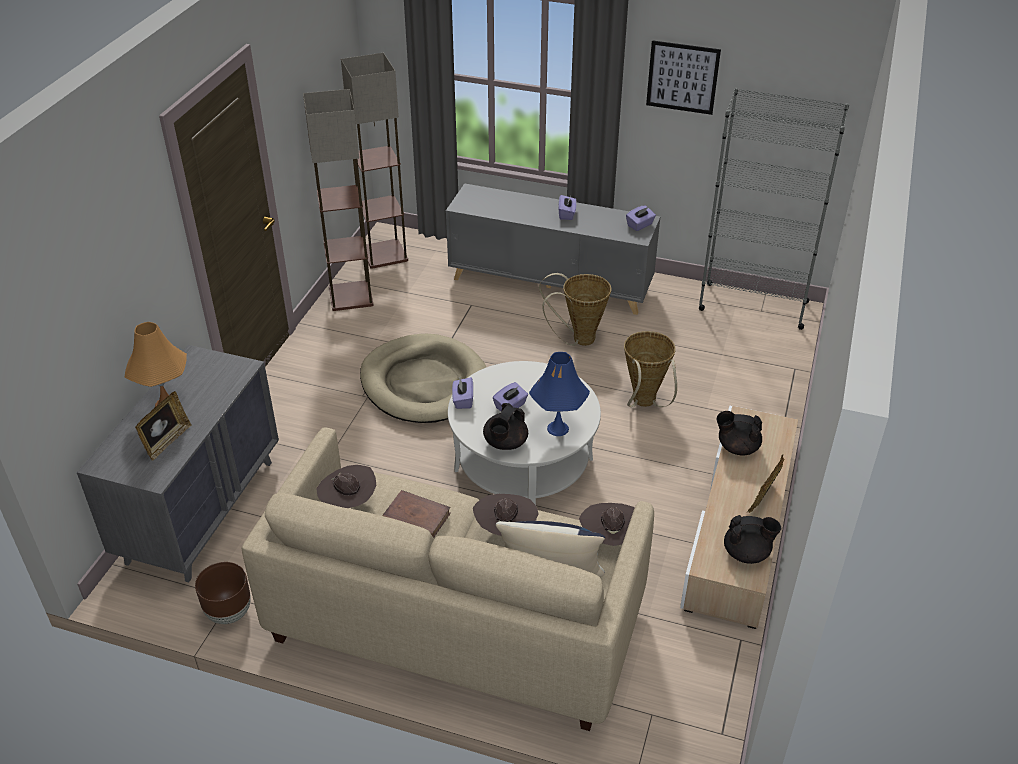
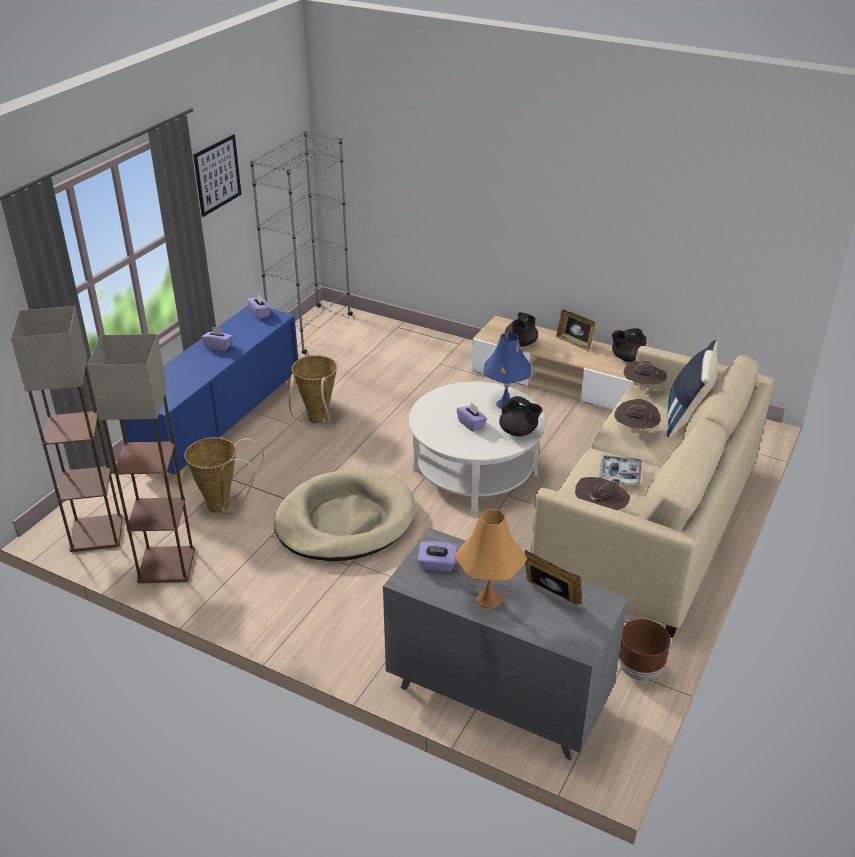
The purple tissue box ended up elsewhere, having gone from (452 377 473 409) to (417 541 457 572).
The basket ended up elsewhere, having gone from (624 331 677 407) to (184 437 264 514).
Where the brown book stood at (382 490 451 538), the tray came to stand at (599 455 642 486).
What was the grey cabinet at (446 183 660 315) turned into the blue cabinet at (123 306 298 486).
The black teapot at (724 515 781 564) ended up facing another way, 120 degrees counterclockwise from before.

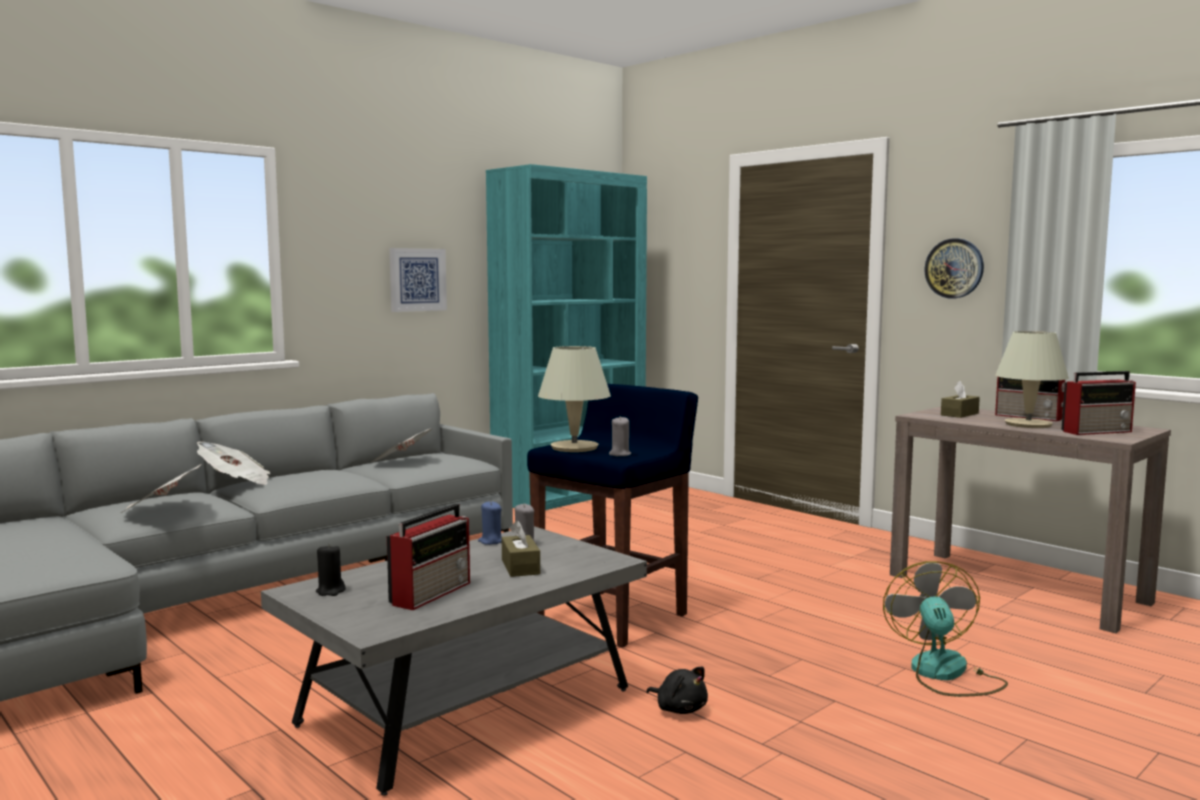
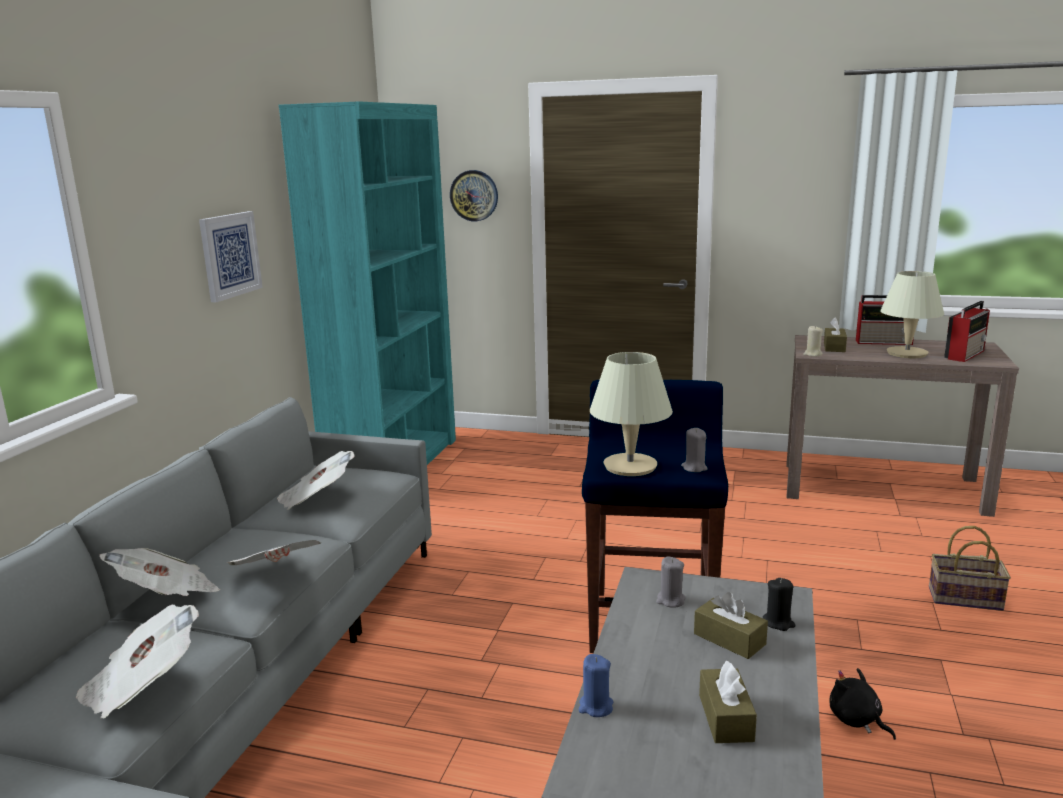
The second view gained the newspaper at (226 540 321 565).
The second view gained the beige candle at (803 325 823 357).
The black candle ended up elsewhere, having gone from (316 543 346 596) to (763 578 795 631).
The blue candle ended up elsewhere, having gone from (478 501 502 545) to (579 654 613 717).
The wall clock ended up elsewhere, having gone from (924 238 984 298) to (450 170 498 221).
Where the radio stood at (387 504 470 610), the brown tissue box came to stand at (699 661 757 743).
Where the fan stood at (883 561 1008 697), the basket came to stand at (929 526 1011 611).
The black plush toy at (646 667 708 714) ended up facing another way, 135 degrees counterclockwise from before.

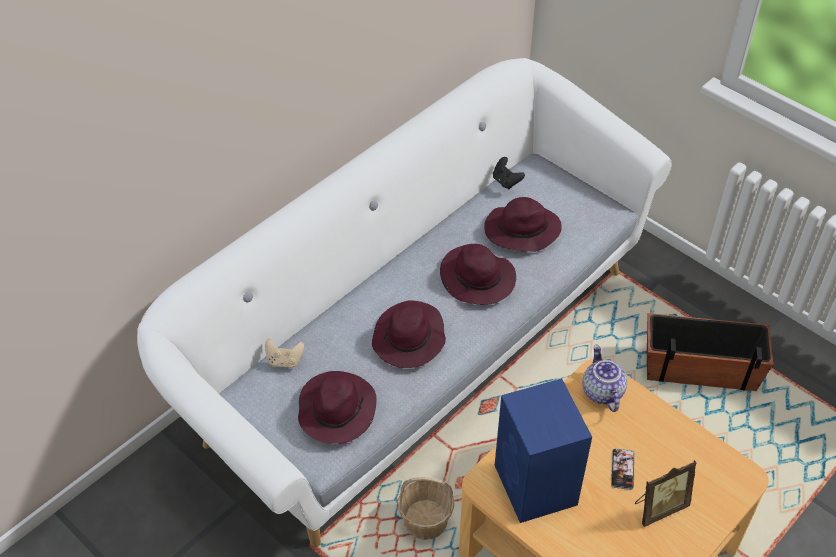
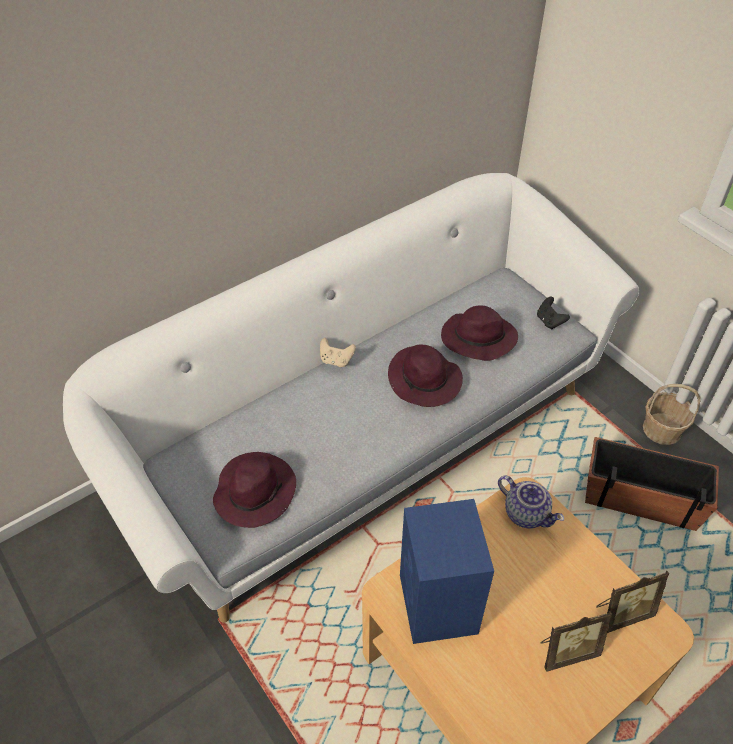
The second view lost the purple hat at (372 301 446 368).
The second view lost the phone at (611 449 635 490).
The second view gained the picture frame at (596 570 669 633).
The beige game controller ended up elsewhere, having gone from (265 339 304 369) to (320 338 356 367).
The basket ended up elsewhere, having gone from (397 477 454 540) to (643 384 701 445).
The black game controller ended up elsewhere, having gone from (493 157 525 189) to (537 297 570 330).
The teapot at (583 345 627 412) ended up facing another way, 135 degrees clockwise from before.

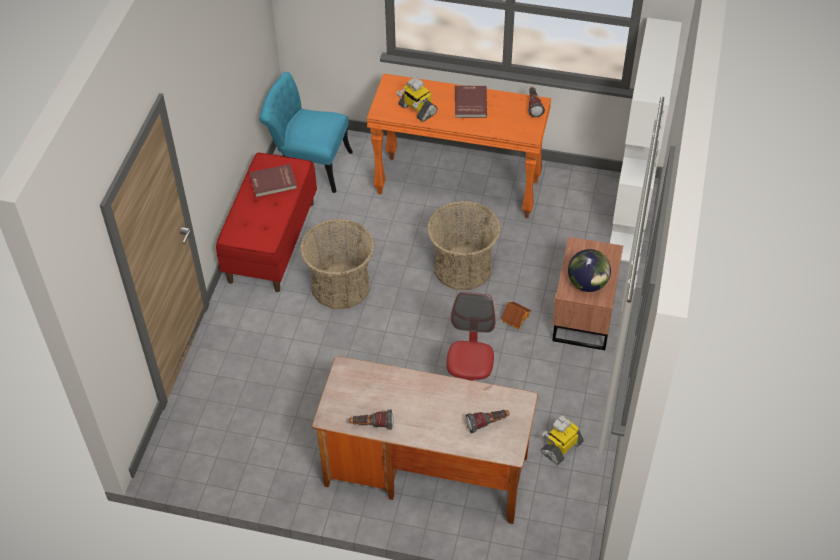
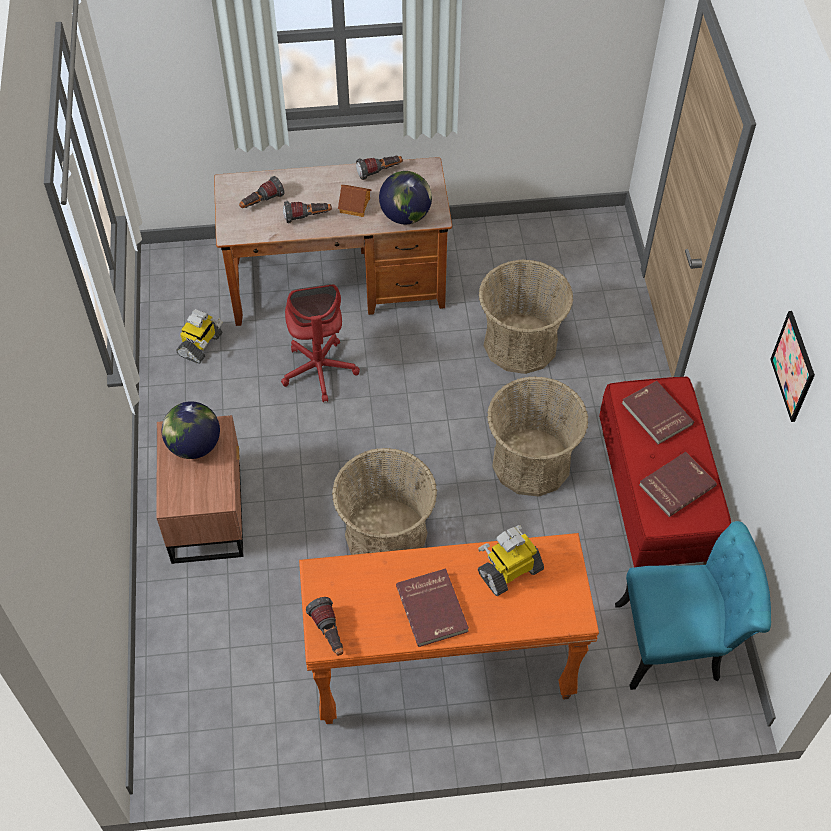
The second view lost the white bookcase at (610 18 682 262).
The second view gained the flashlight at (283 201 332 223).
The second view gained the globe at (379 171 432 224).
The second view gained the basket at (479 259 573 374).
The second view gained the red book at (622 381 694 445).
The second view gained the picture at (770 311 815 422).
The toy house ended up elsewhere, having gone from (501 302 531 329) to (338 185 372 217).
The toy robot at (396 77 438 122) ended up facing another way, 60 degrees counterclockwise from before.

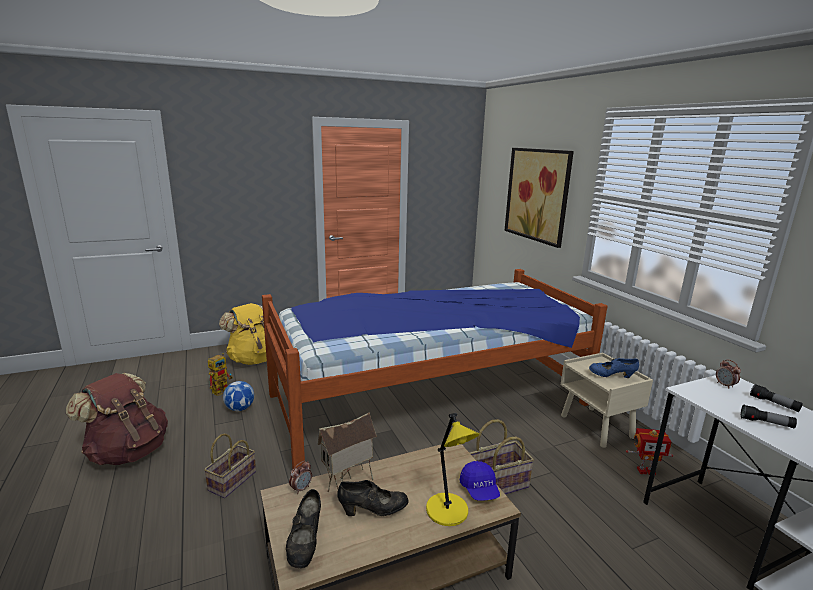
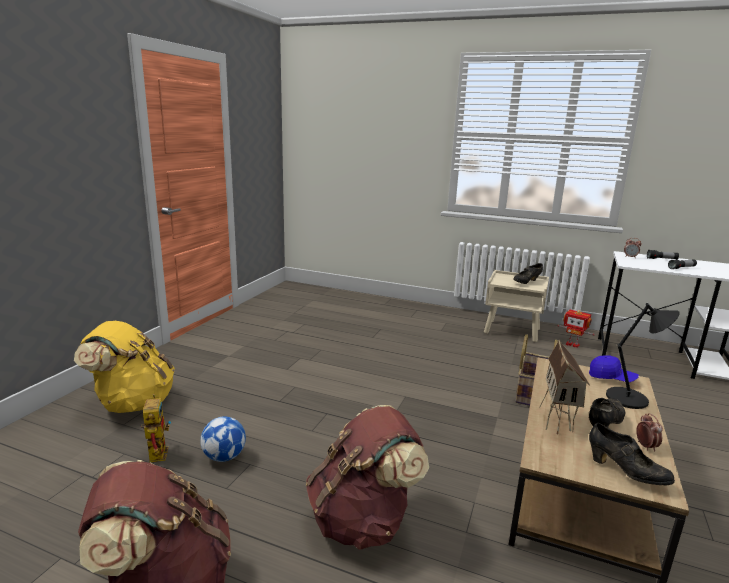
The second view lost the bed at (262 269 607 469).
The second view lost the picture at (504 148 574 248).
The alarm clock ended up elsewhere, having gone from (289 461 312 494) to (636 413 663 451).
Where the basket stood at (204 434 256 498), the brown backpack came to stand at (306 405 429 550).
What was the yellow table lamp at (426 413 479 526) turned into the black table lamp at (606 303 680 409).
What was the blue shoe at (589 358 639 378) turned into the black shoe at (513 263 543 284).
The toy robot at (626 428 673 475) ended up facing another way, 75 degrees clockwise from before.

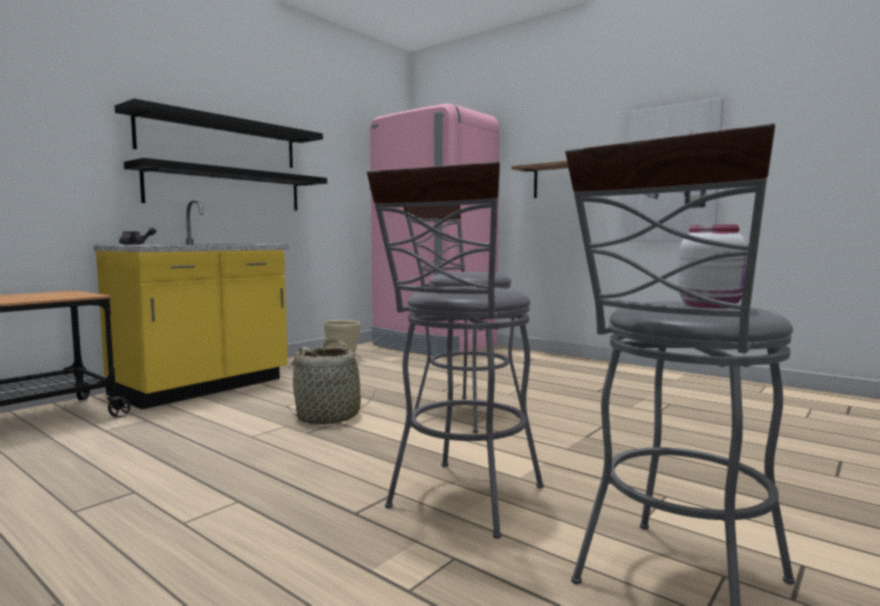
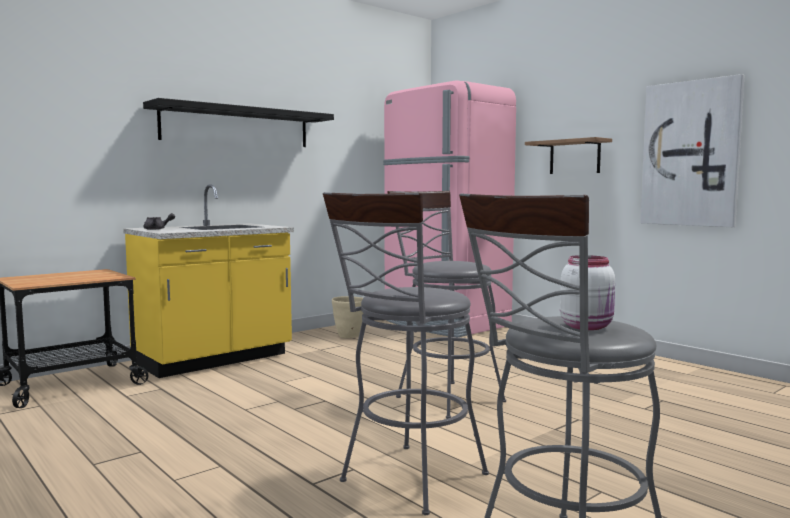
The second view lost the black shelf at (124 158 327 211).
The second view lost the basket at (287 339 375 424).

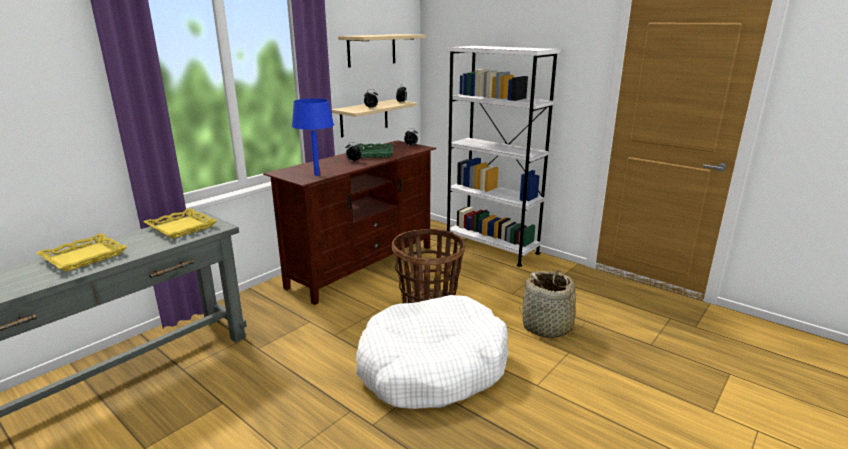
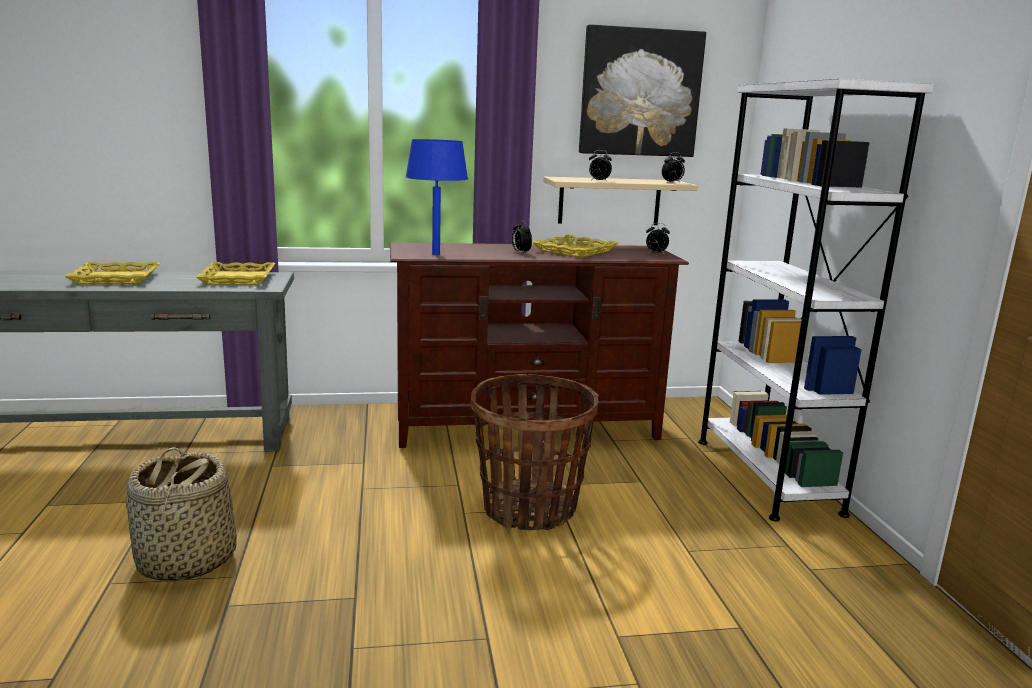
The second view lost the white dog bed at (356 295 508 409).
The basket ended up elsewhere, having gone from (519 270 585 338) to (126 447 237 581).
Where the beige shelf hung at (338 34 426 67), the picture came to hang at (579 24 706 157).
What was the green tray at (357 143 393 158) turned into the yellow tray at (532 235 618 258).

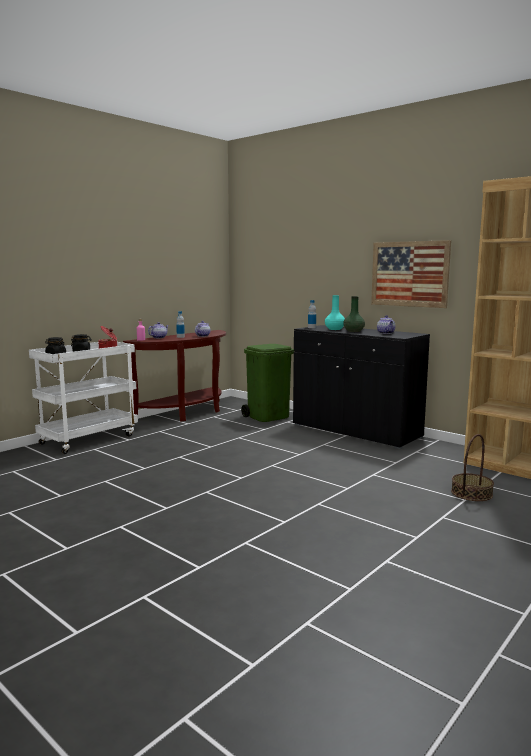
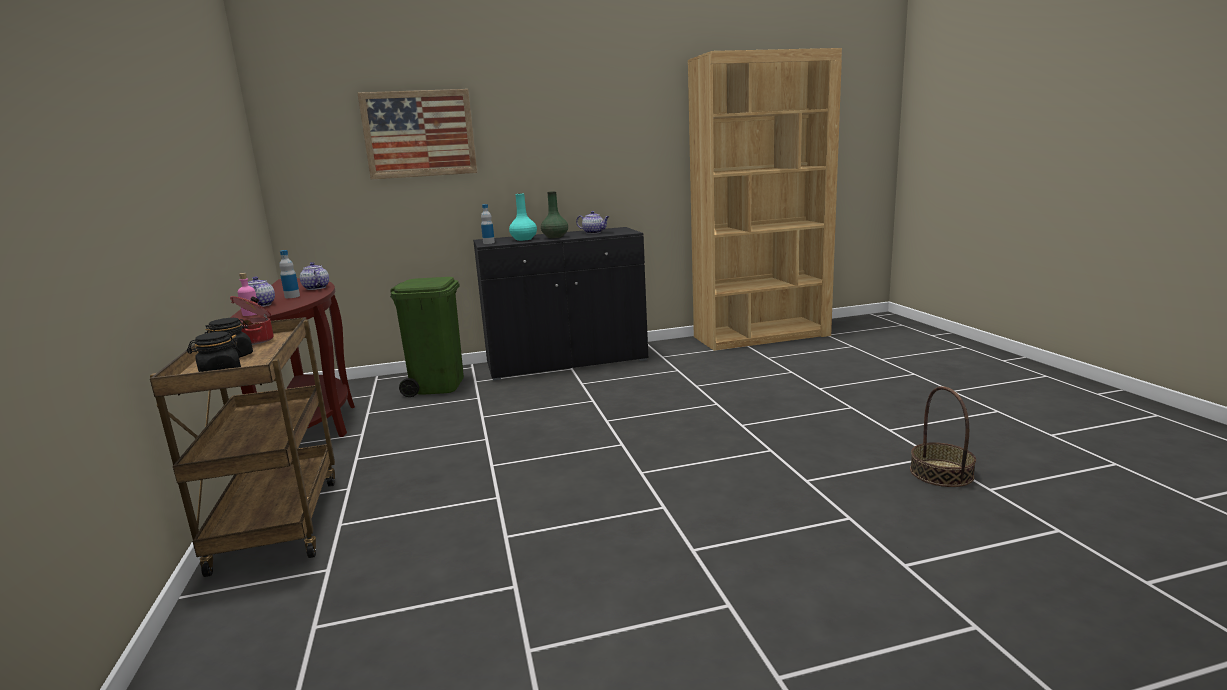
The picture ended up elsewhere, having gone from (371 240 451 308) to (358 89 477 180).
The basket ended up elsewhere, having gone from (451 434 494 501) to (910 386 976 487).
What was the white cart at (29 342 138 454) turned into the brown cart at (150 317 335 577).

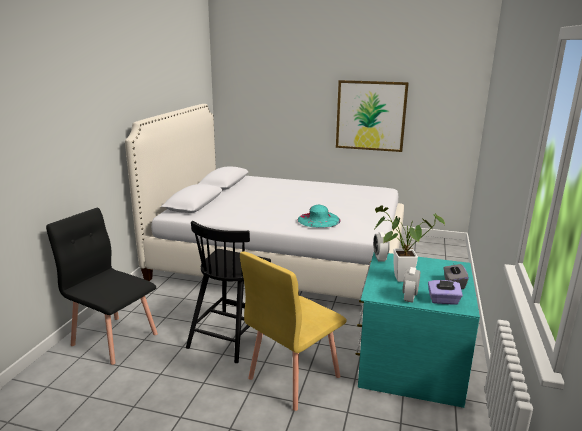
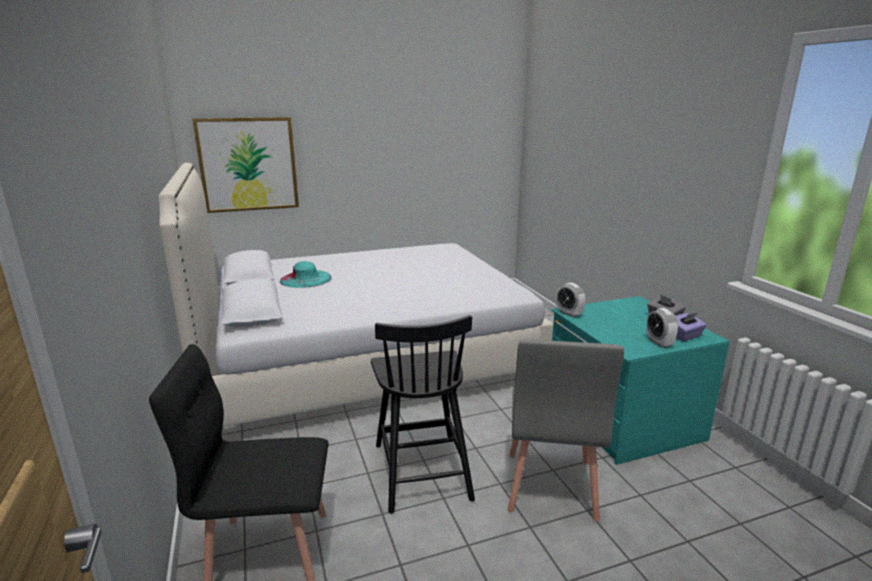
The second view lost the potted plant at (375 205 445 282).
The turquoise hat ended up elsewhere, having gone from (298 205 341 228) to (280 261 331 288).
The picture ended up elsewhere, having gone from (336 80 409 152) to (193 117 299 213).
What was the yellow chair at (240 251 347 411) turned into the grey chair at (508 339 624 521).

